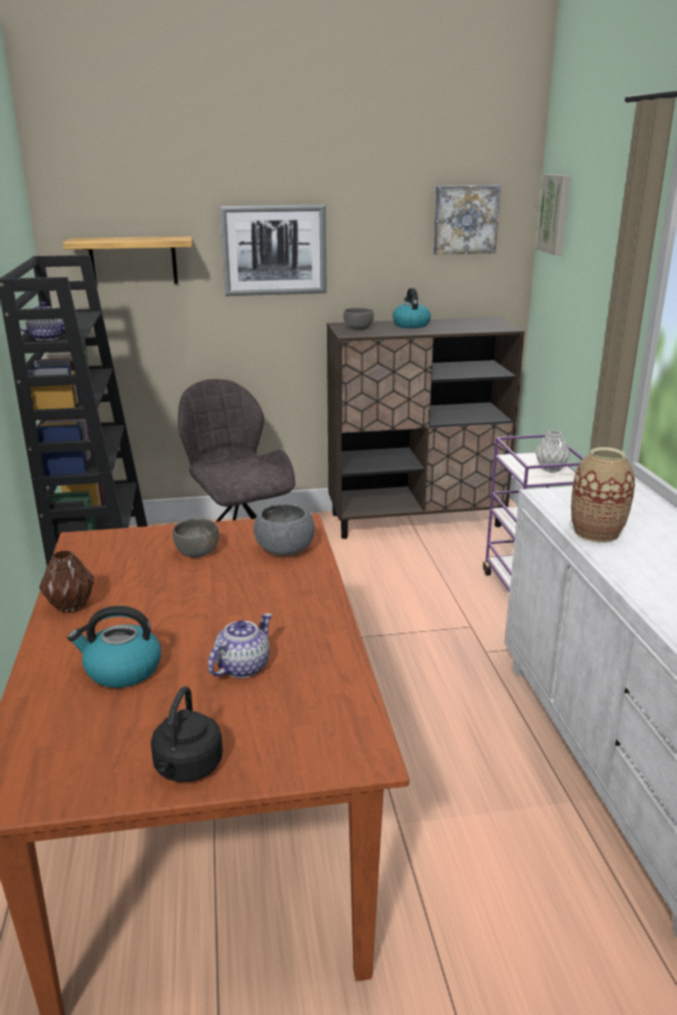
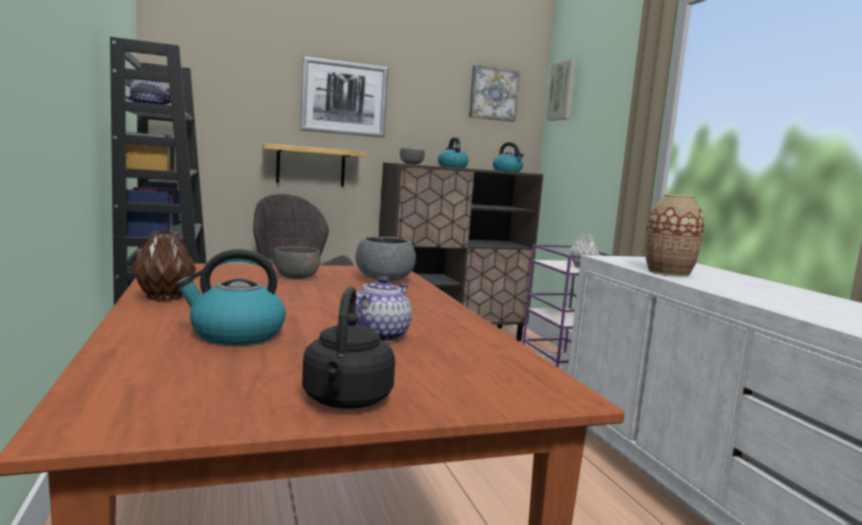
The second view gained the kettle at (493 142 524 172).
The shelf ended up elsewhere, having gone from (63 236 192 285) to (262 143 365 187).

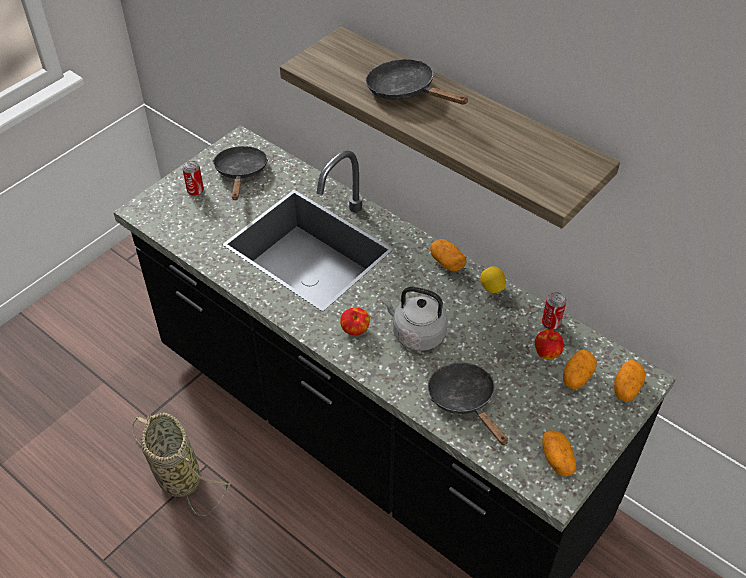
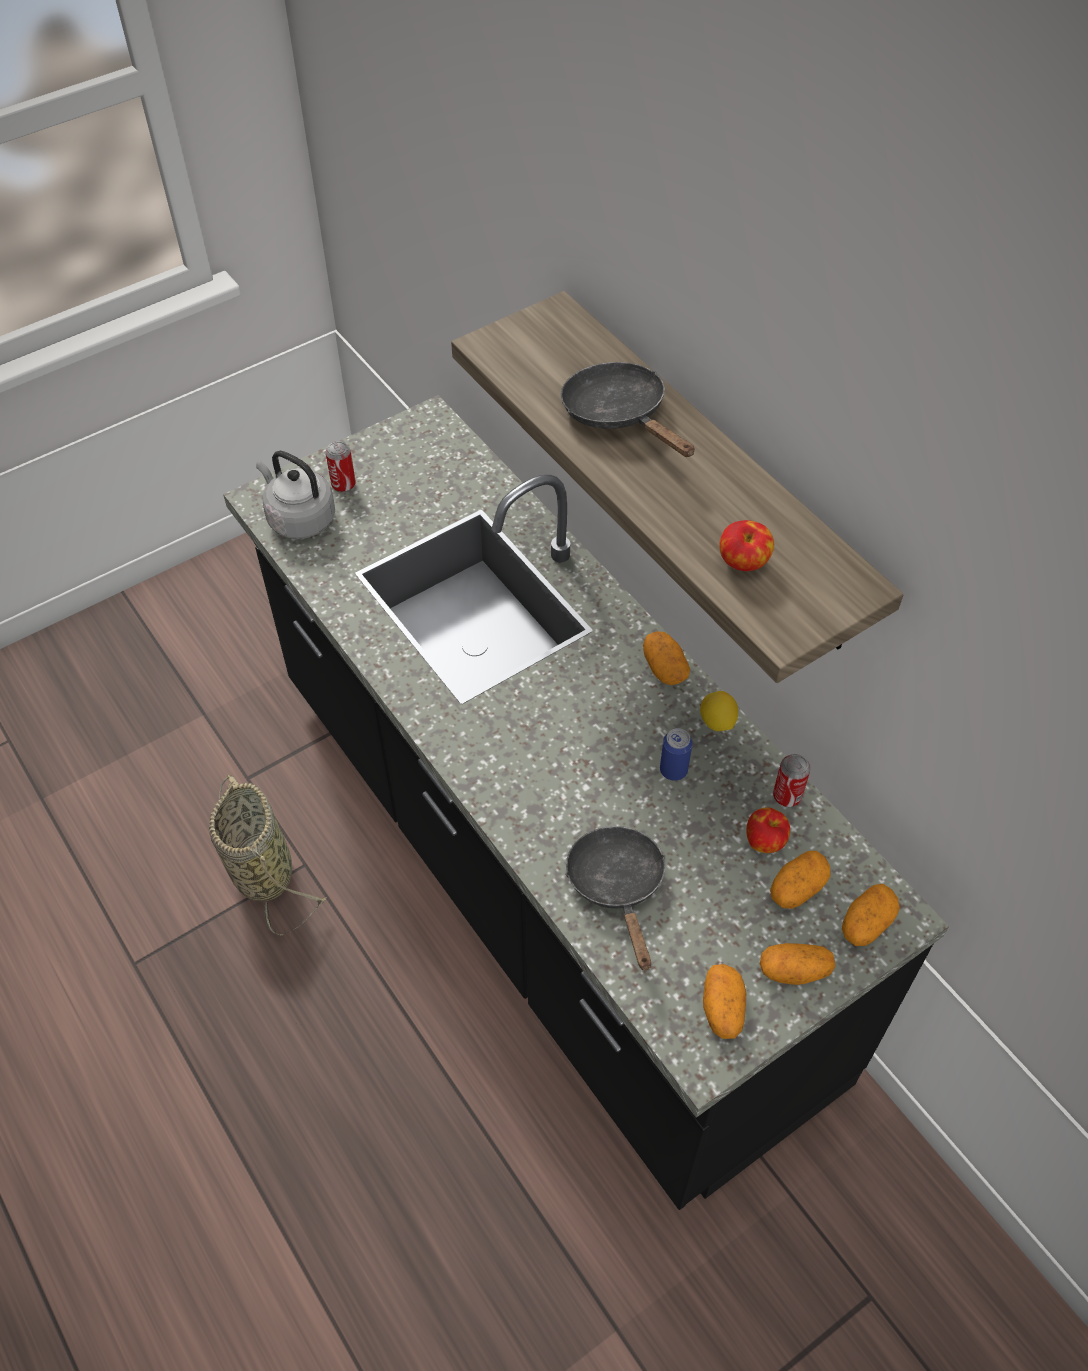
The second view lost the black frying pan at (212 146 268 200).
The second view gained the can at (660 728 692 781).
The second view gained the potato at (760 943 836 985).
The apple ended up elsewhere, having gone from (340 308 370 335) to (719 520 774 571).
The grey kettle ended up elsewhere, having gone from (381 287 448 351) to (256 451 335 539).

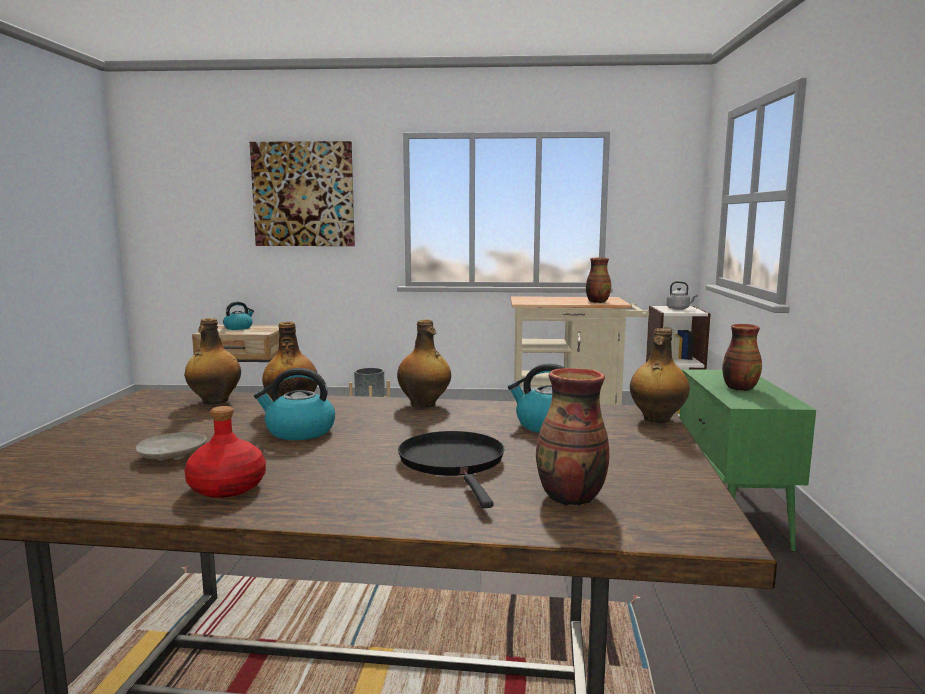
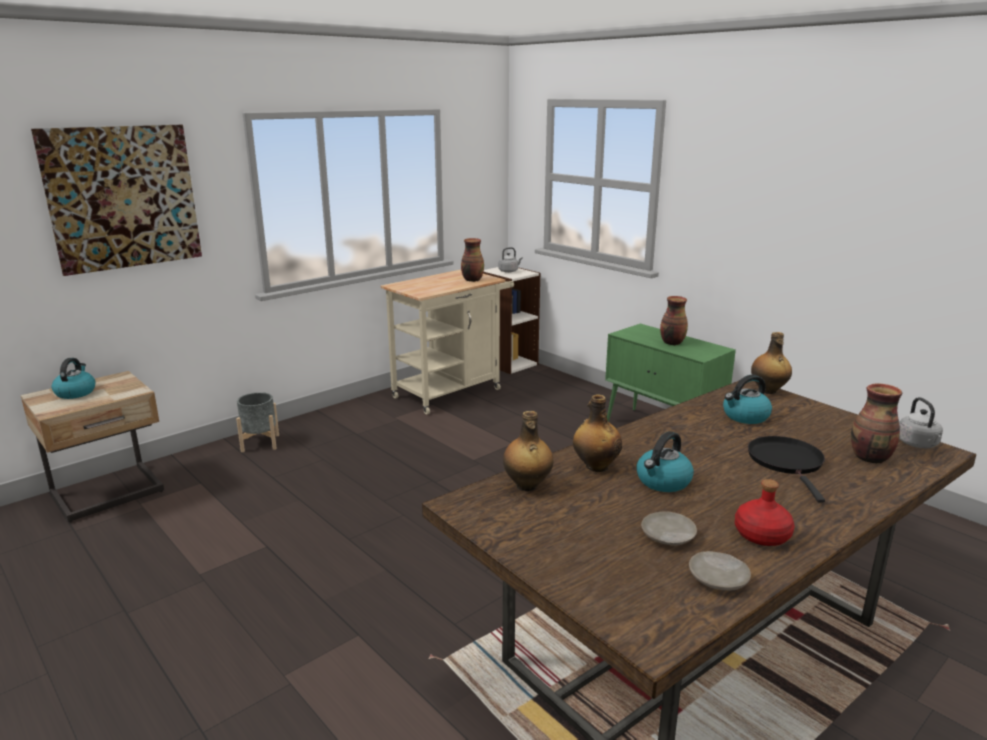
The second view lost the bottle at (397 320 451 408).
The second view gained the beige plate at (689 551 751 591).
The second view gained the grey kettle at (899 397 943 448).
The black frying pan at (398 431 505 508) ended up facing another way, 60 degrees clockwise from before.

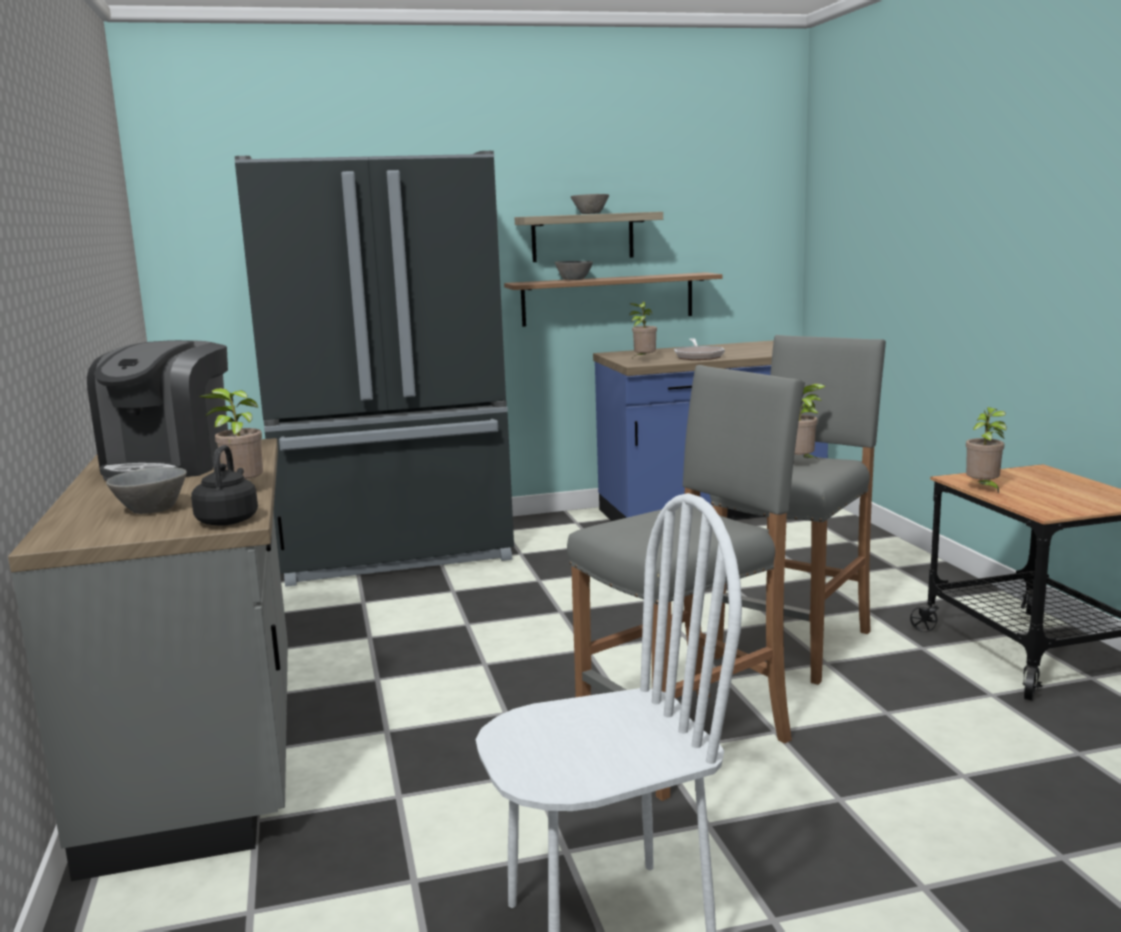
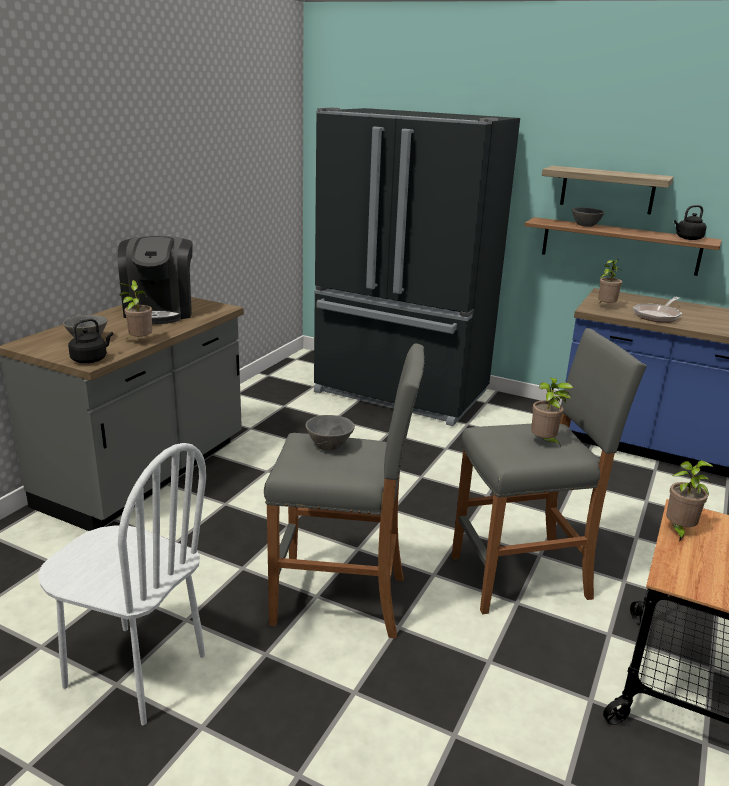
The second view gained the black kettle at (674 205 707 240).
The grey bowl ended up elsewhere, having gone from (571 194 609 214) to (306 415 355 451).
The coffee machine at (87 340 228 481) ended up facing another way, 60 degrees counterclockwise from before.

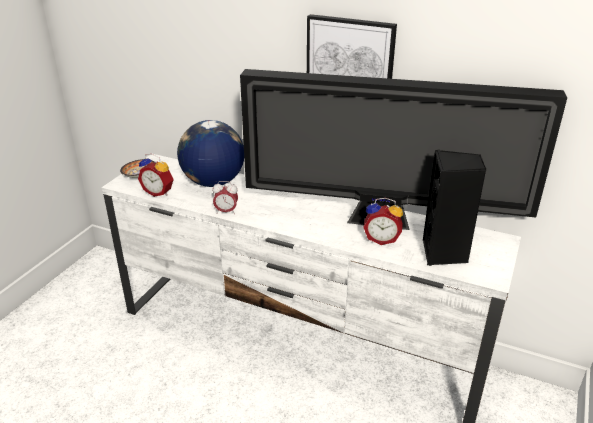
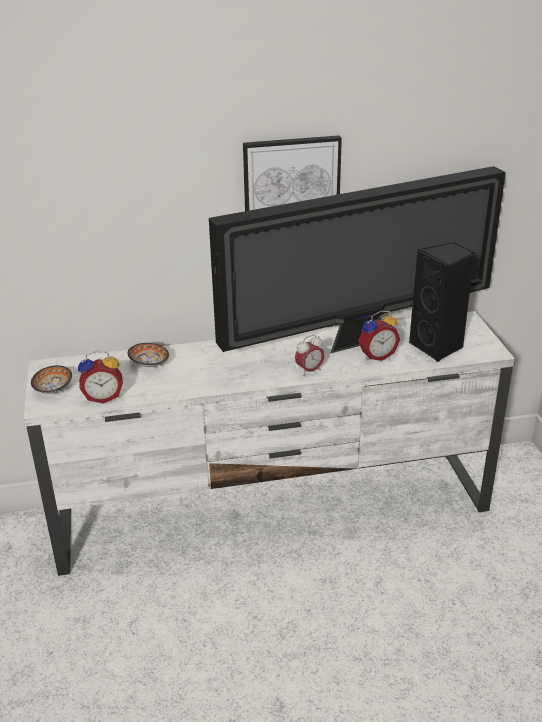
The alarm clock ended up elsewhere, having gone from (212 181 238 214) to (295 335 325 376).
Where the globe stood at (177 120 244 187), the bowl came to stand at (128 343 169 367).

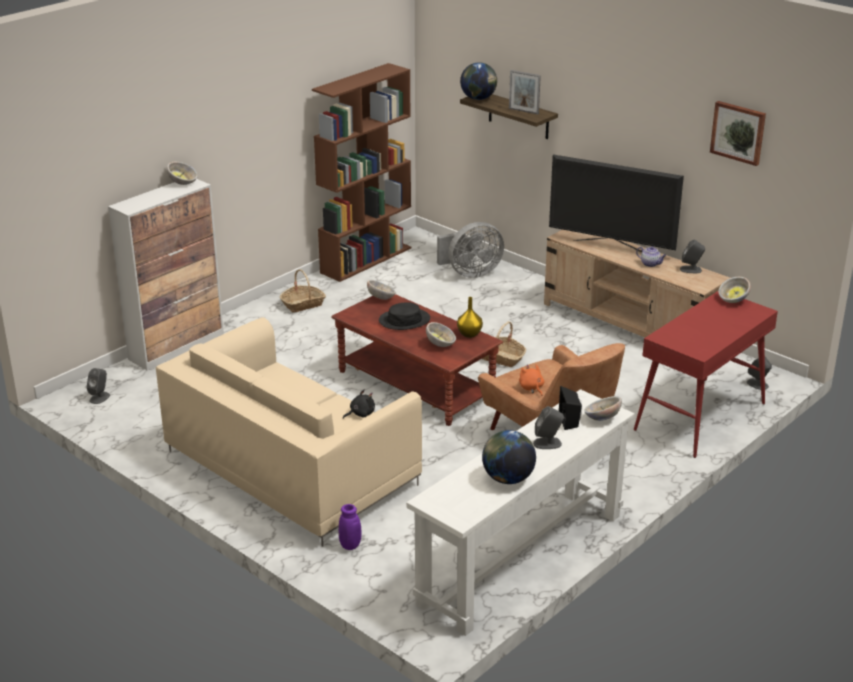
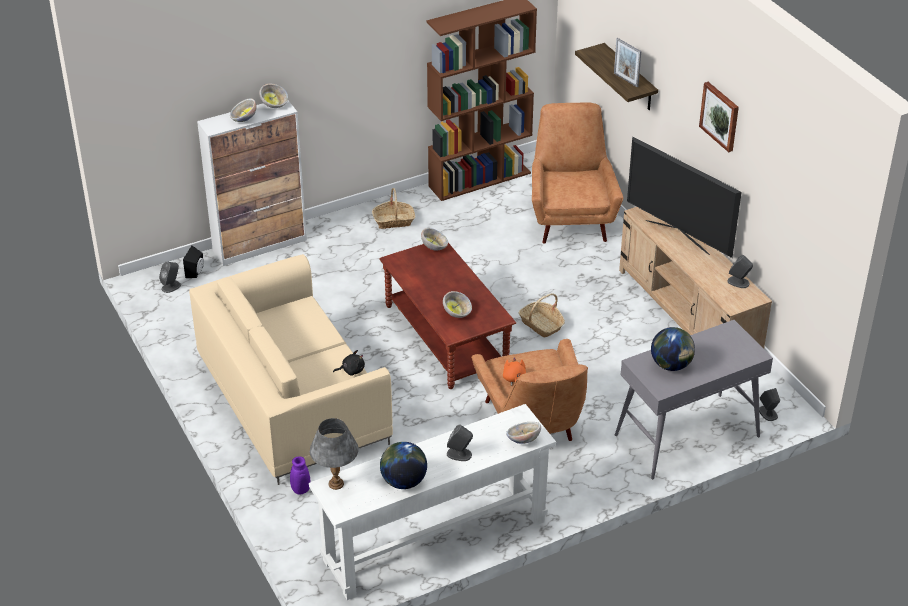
The second view lost the black hat at (379 302 430 330).
The second view lost the yellow vase at (457 297 483 338).
The second view lost the teapot at (636 247 667 267).
The second view gained the grey table lamp at (309 418 359 490).
The globe ended up elsewhere, having gone from (460 62 497 100) to (651 327 695 371).
The black speaker ended up elsewhere, having gone from (559 386 582 430) to (183 246 204 278).
The picture ended up elsewhere, having gone from (710 101 766 166) to (699 82 739 152).
The bowl ended up elsewhere, having gone from (718 277 751 303) to (230 98 257 122).
Where the grey fan stood at (437 222 504 278), the brown armchair came to stand at (532 102 623 244).
What was the red console table at (634 291 778 458) turned into the grey console table at (615 320 773 479).

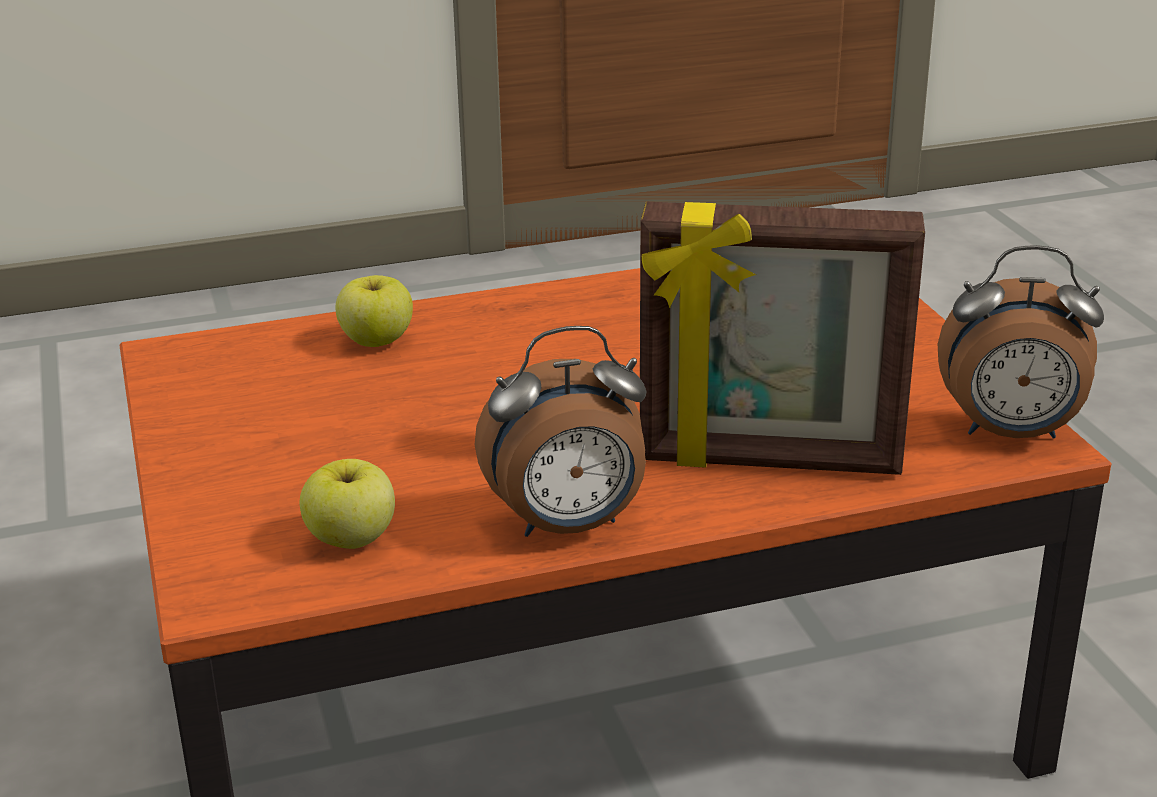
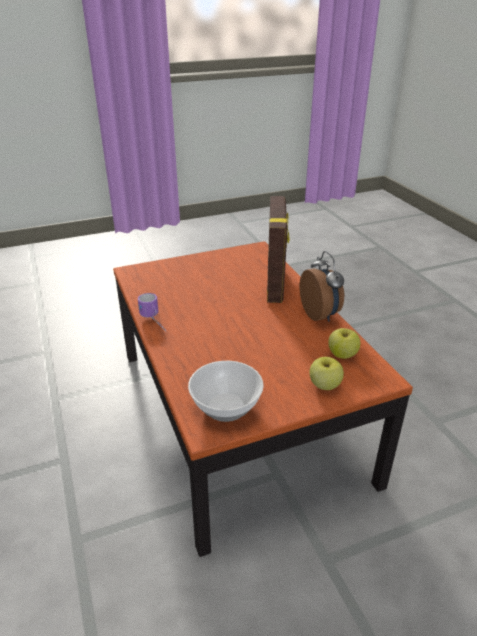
The second view lost the alarm clock at (938 245 1104 439).
The second view gained the mug at (138 293 166 330).
The second view gained the bowl at (188 361 264 422).
The apple ended up elsewhere, having gone from (336 275 413 347) to (309 357 344 390).

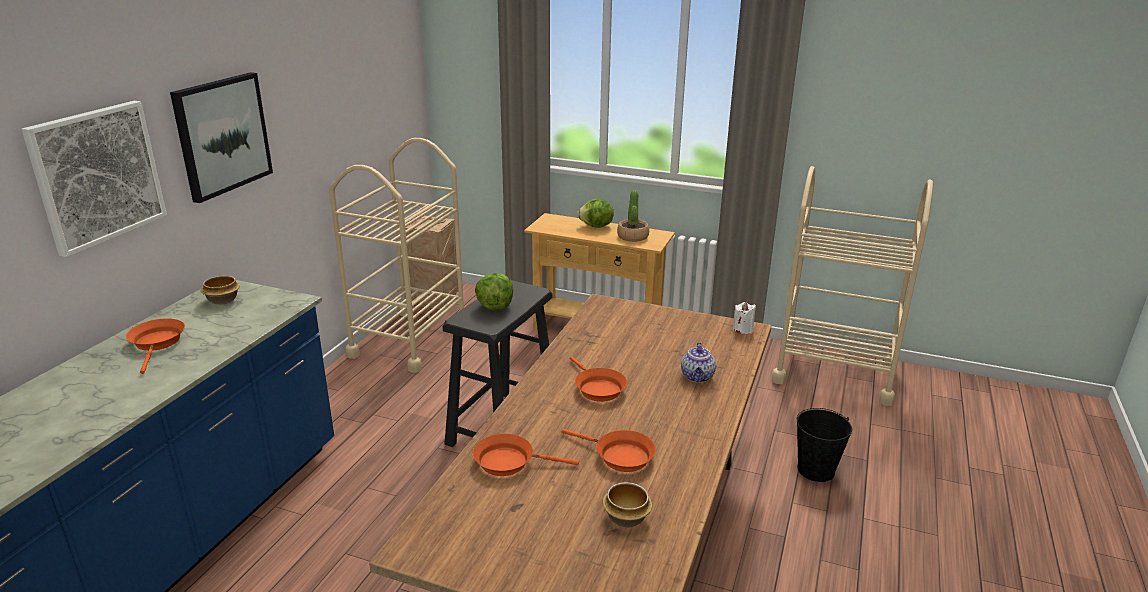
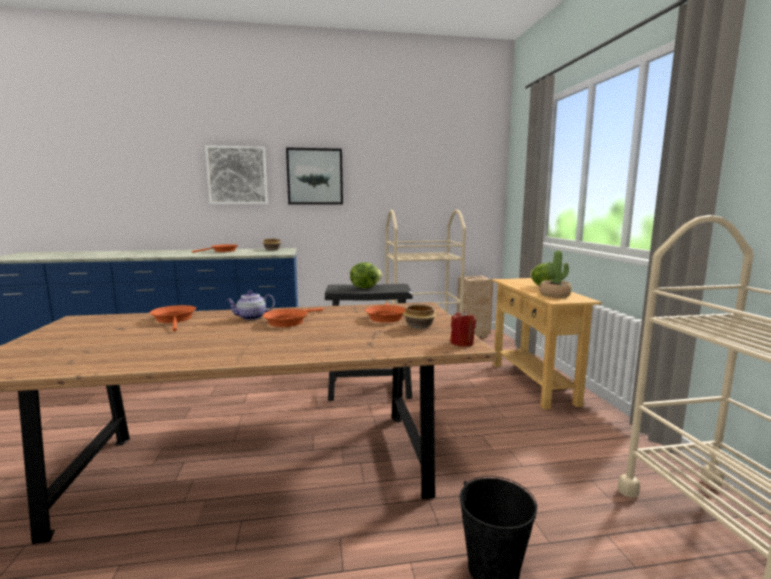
The orange frying pan ended up elsewhere, having gone from (561 429 656 472) to (365 303 406 323).
The bowl ended up elsewhere, having gone from (602 482 652 527) to (403 304 437 329).
The teapot ended up elsewhere, having gone from (681 342 716 382) to (226 290 275 320).
What was the white candle at (733 302 756 334) turned into the red candle at (450 311 476 347).

